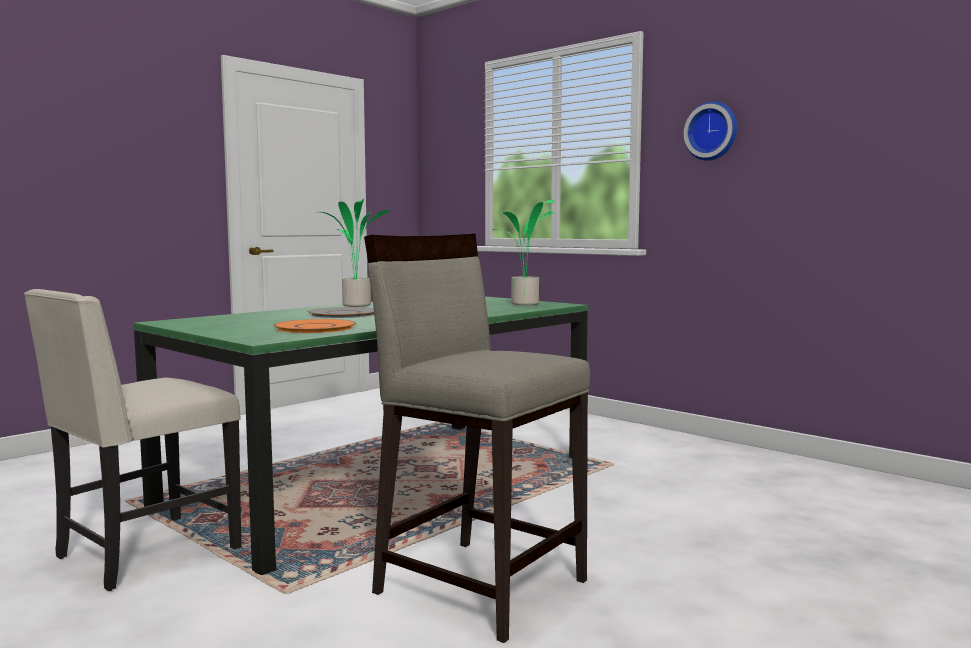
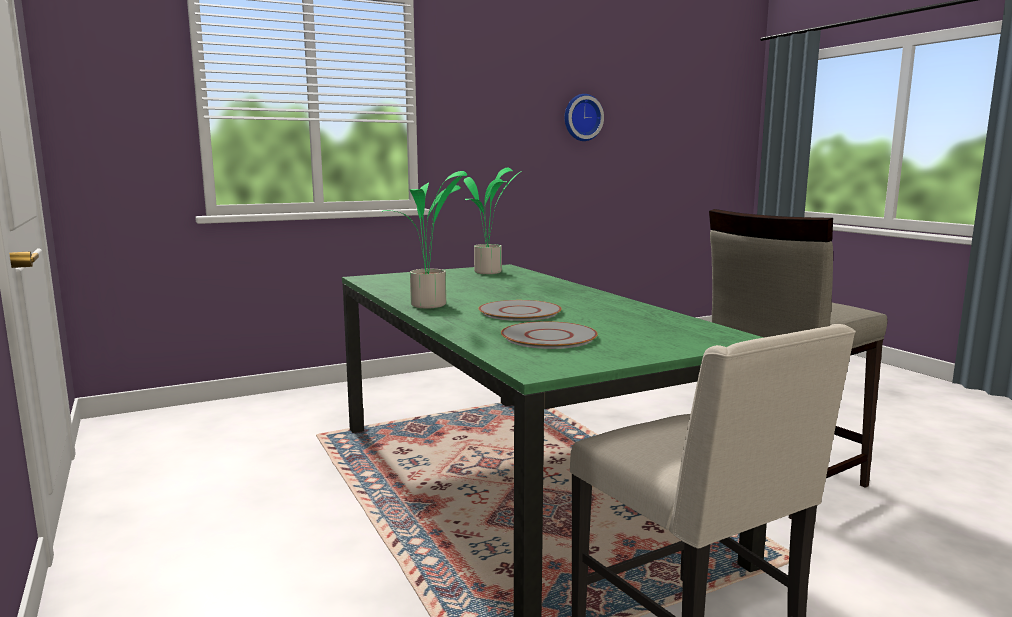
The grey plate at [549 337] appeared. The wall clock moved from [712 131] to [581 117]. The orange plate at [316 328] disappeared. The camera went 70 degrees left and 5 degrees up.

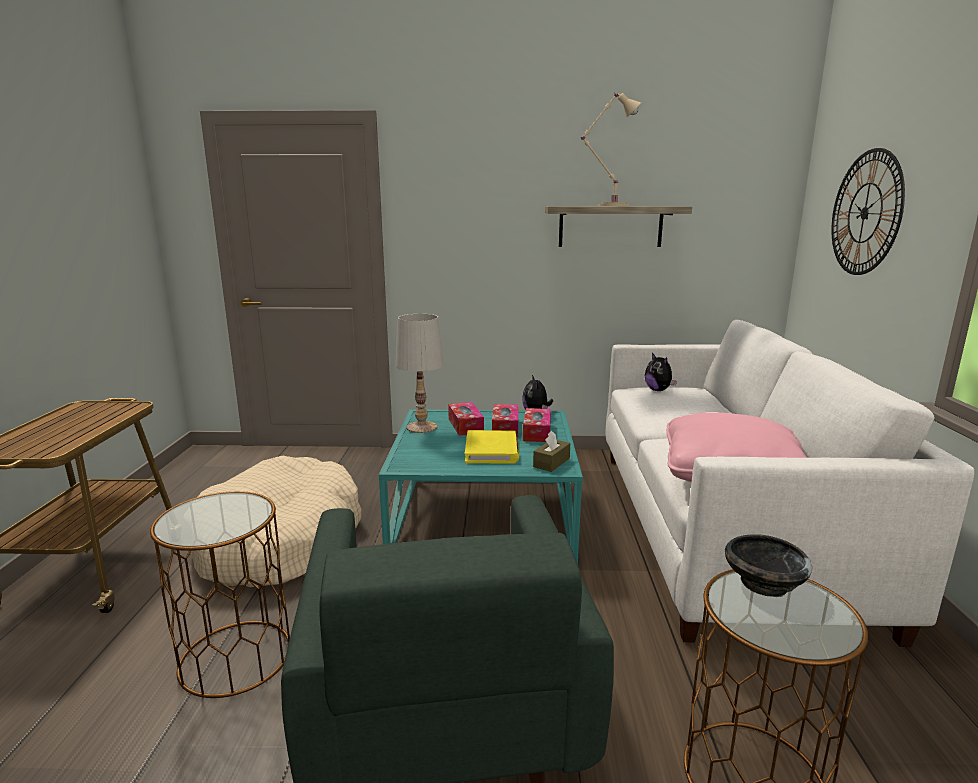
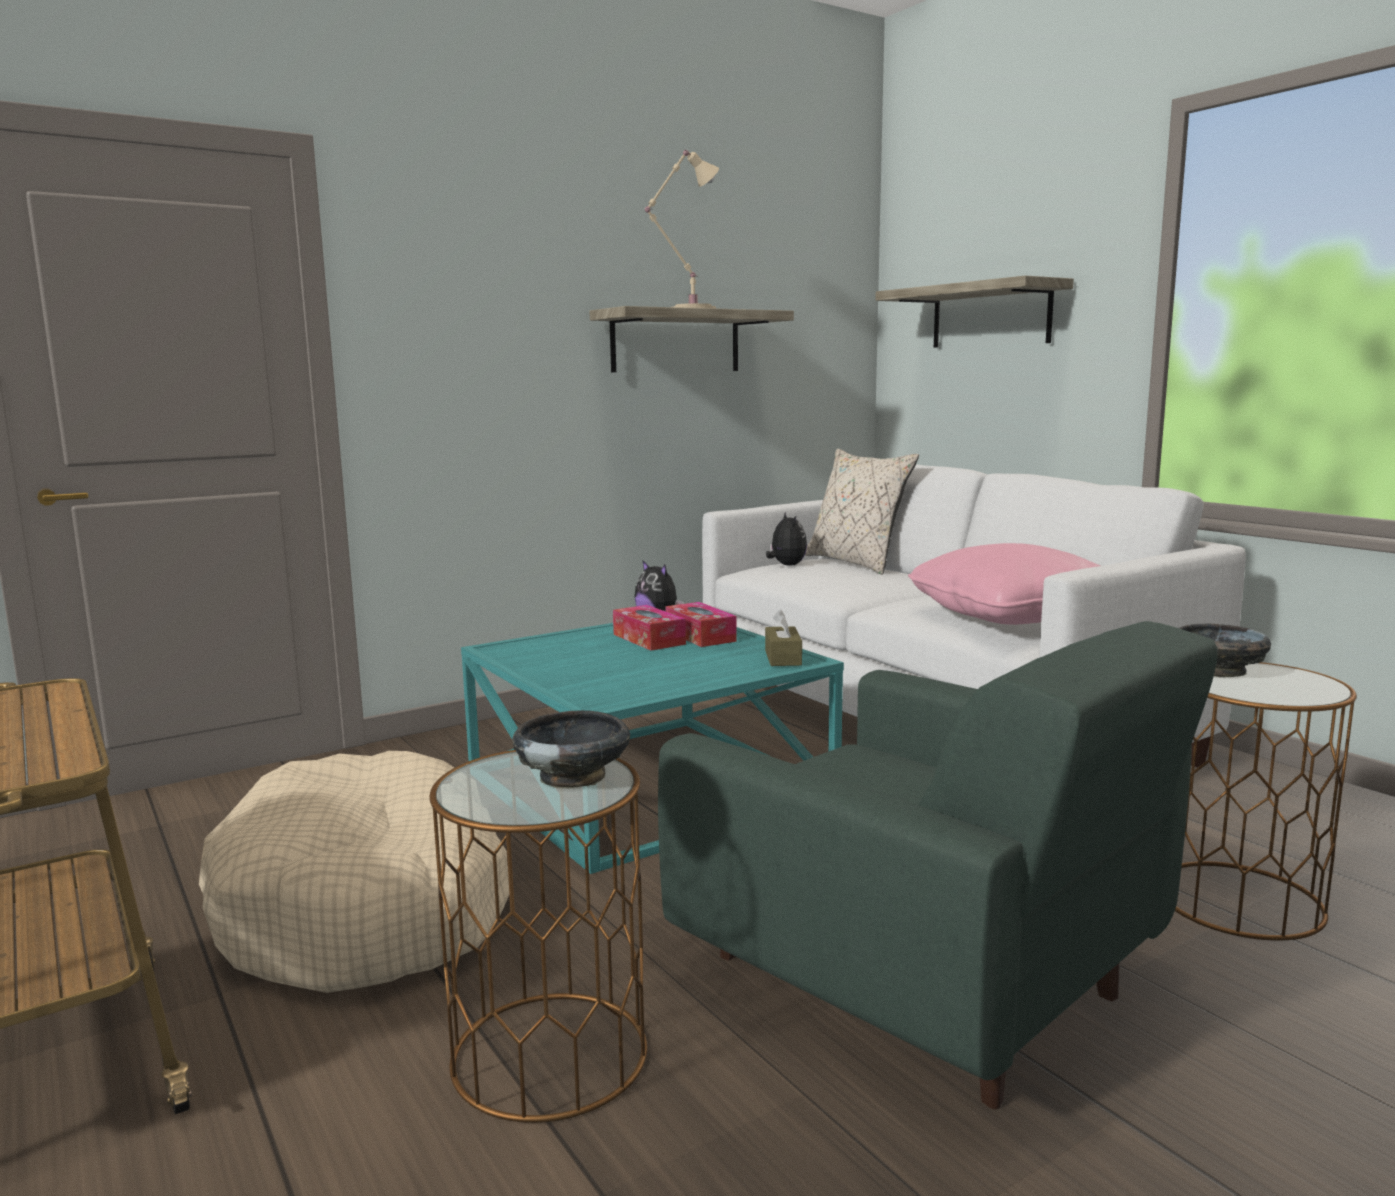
The black bowl at [574 776] appeared. The plush toy at [658 390] turned 135 degrees counterclockwise. The beige pillow at [857 563] appeared. The wall clock at [865 213] was replaced by the shelf at [990 316]. The white table lamp at [421 427] disappeared. The tissue box at [465 425] disappeared. The yellow book at [492 450] disappeared. The camera went 35 degrees left and 5 degrees down.

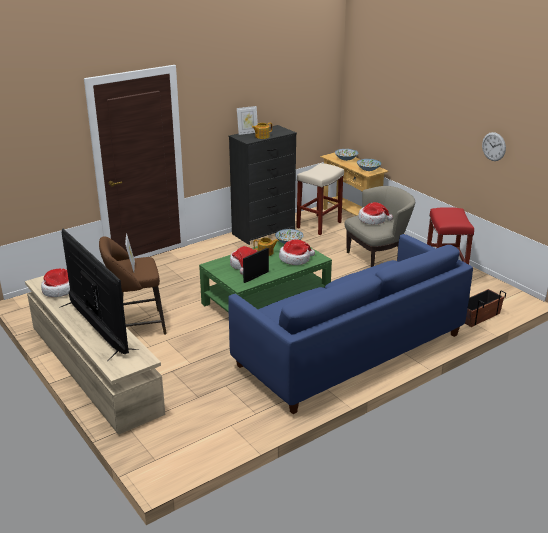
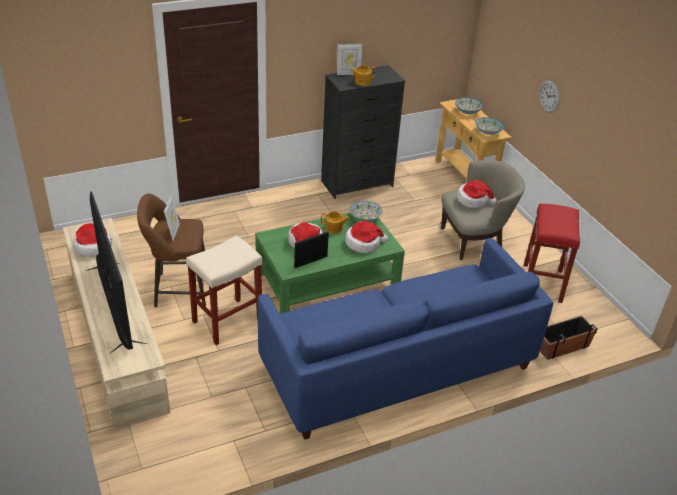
The beige stool moved from [319 224] to [228 320]. The wall clock moved from [493 146] to [549 96]. The camera went 10 degrees right and 10 degrees up.

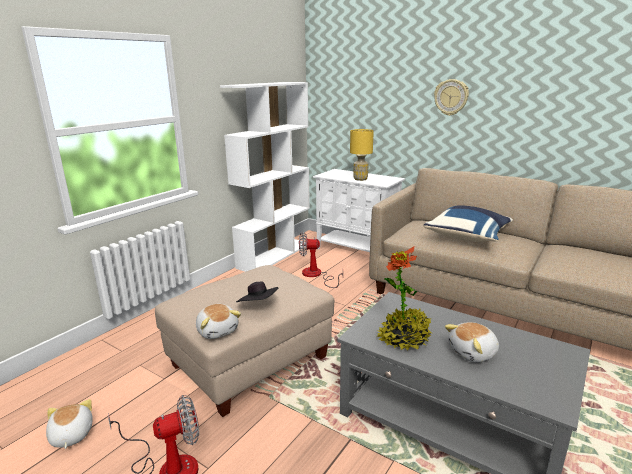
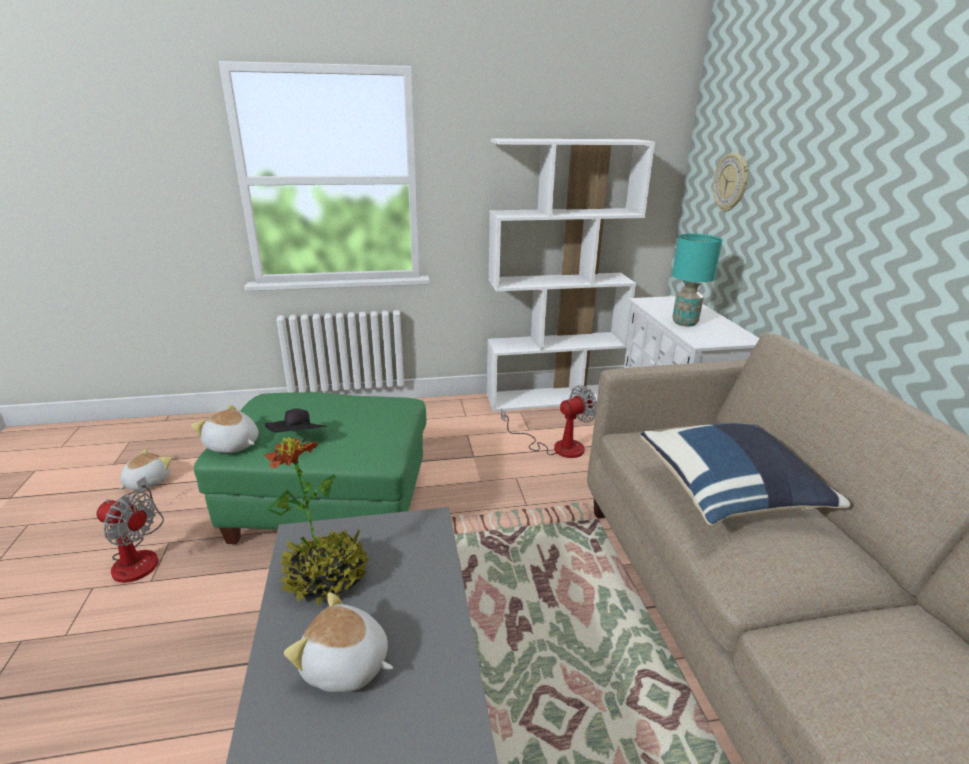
The plush toy at [218 330] turned 105 degrees clockwise. The beige ottoman at [250 362] became the green ottoman at [331 506]. The fan at [316 275] turned 105 degrees clockwise. The yellow table lamp at [360 179] became the turquoise table lamp at [684 322]. The wall clock moved from [451 97] to [731 182]. The camera went 45 degrees right and 5 degrees up.

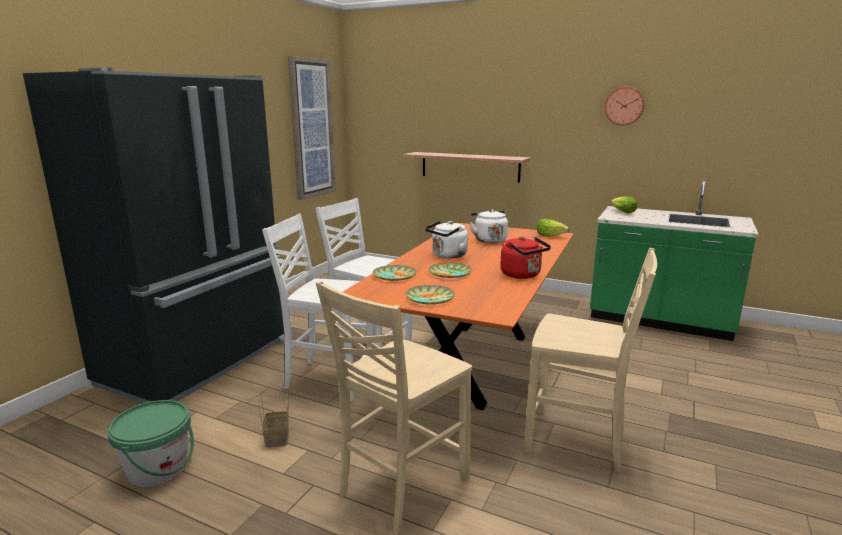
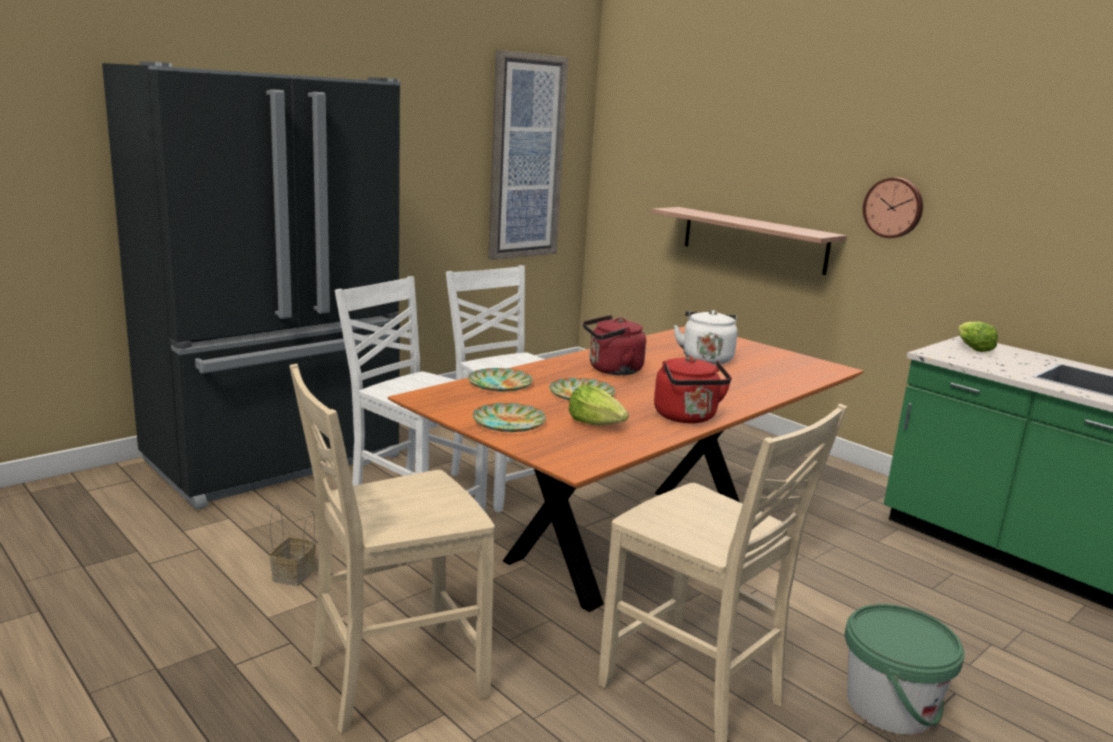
The lettuce moved from [550 236] to [596 423]. The white kettle at [448 256] became the red kettle at [612 370]. The green bucket moved from [158 467] to [890 706]. The wall clock moved from [624 106] to [894 207]. The camera went 20 degrees right and 0 degrees up.

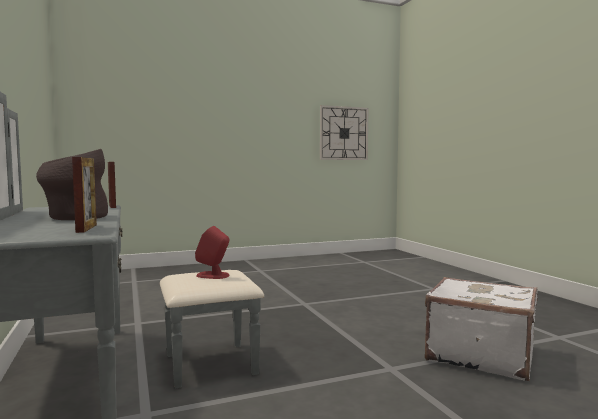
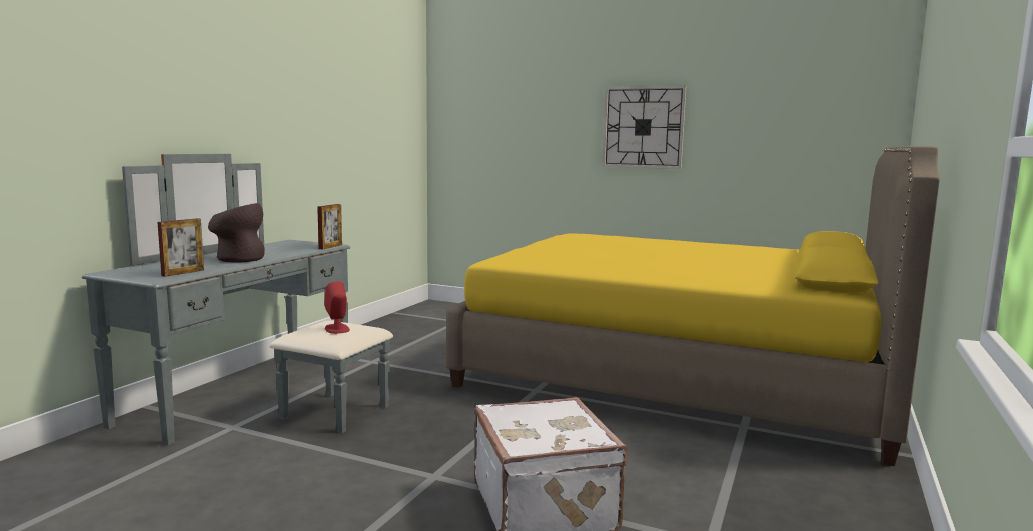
The yellow bed at [676 374] appeared. The wall clock moved from [343 133] to [643 127]. The camera went 45 degrees right and 5 degrees up.

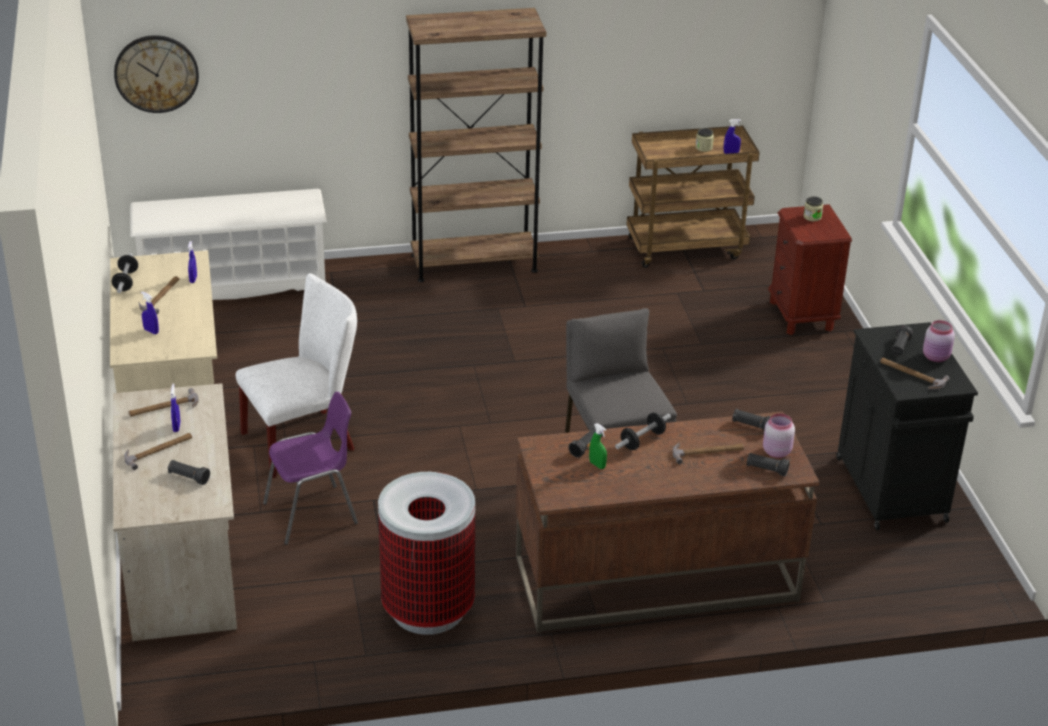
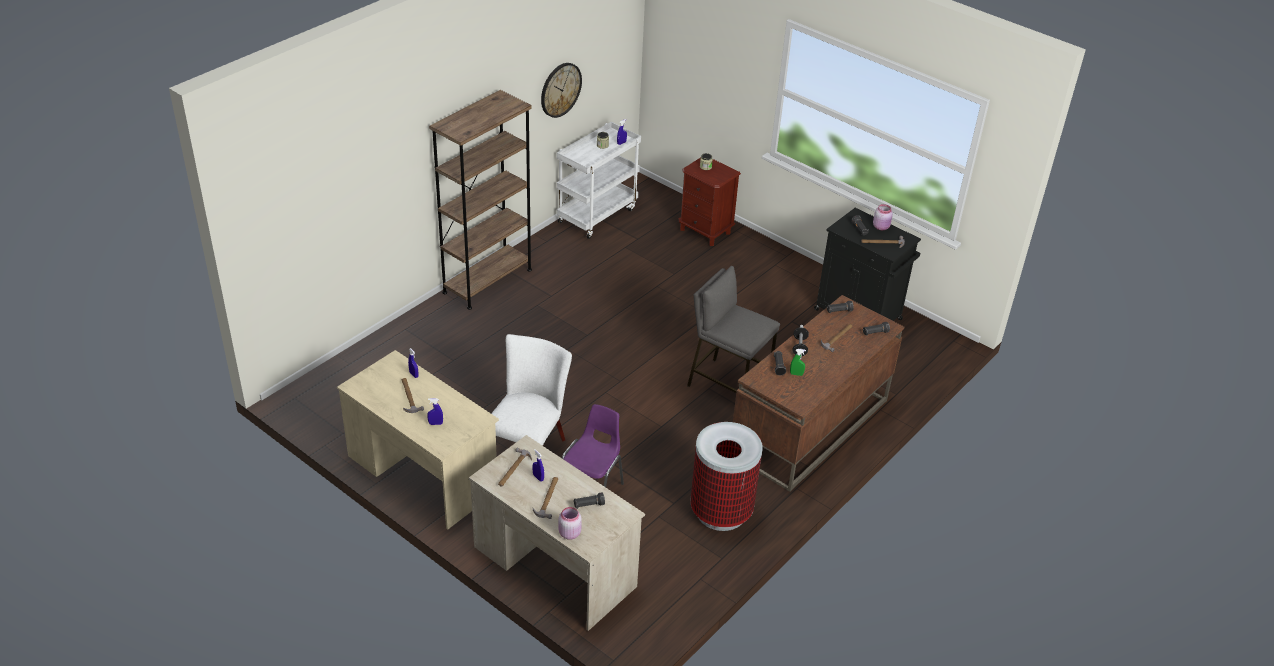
The wall clock moved from [156 73] to [560 89]. The brown cart at [686 247] became the white cart at [597 215]. The pink jar moved from [776 451] to [569 533]. The dumbbell at [126 281] disappeared. The white shoe rack at [234 285] disappeared. The camera went 40 degrees left and 5 degrees up.

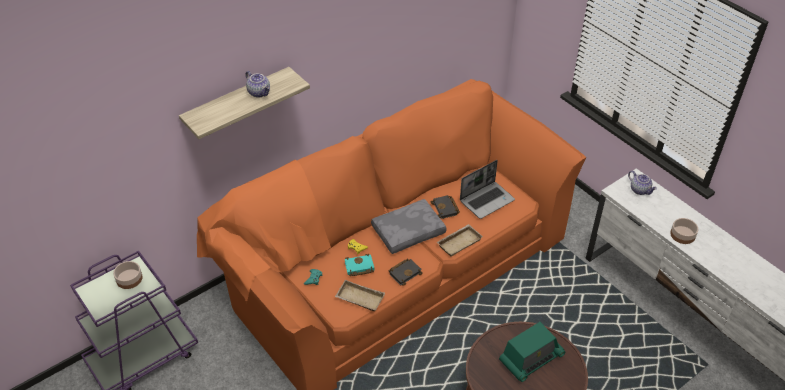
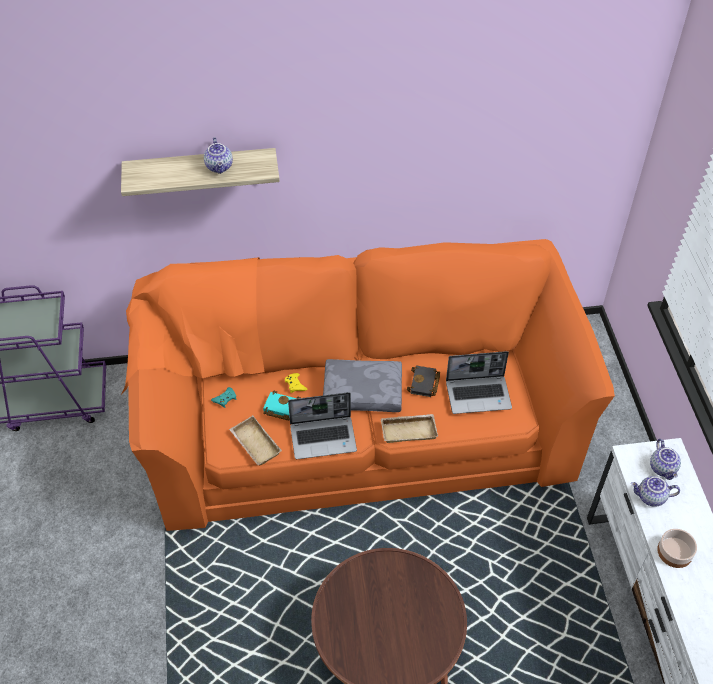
The black book at [405 272] was replaced by the laptop at [324 437]. The teapot at [650 497] appeared. The bowl at [129 278] disappeared. The radio at [531 358] disappeared. The camera went 30 degrees right and 5 degrees up.

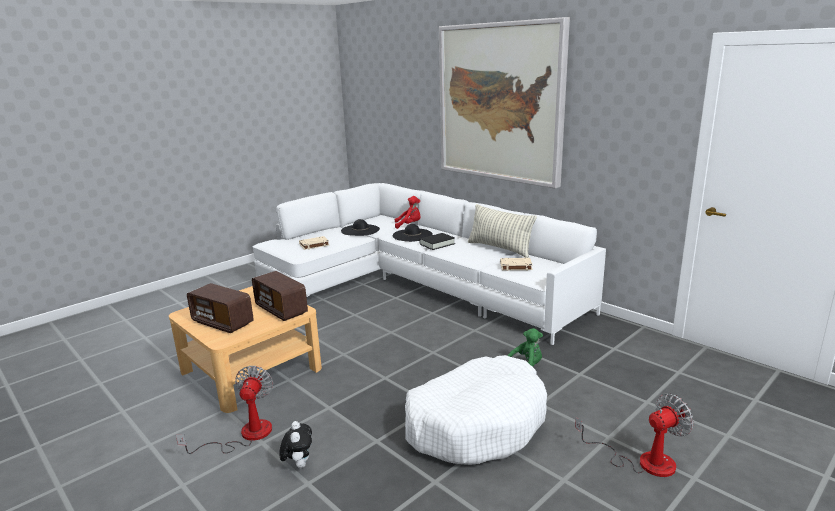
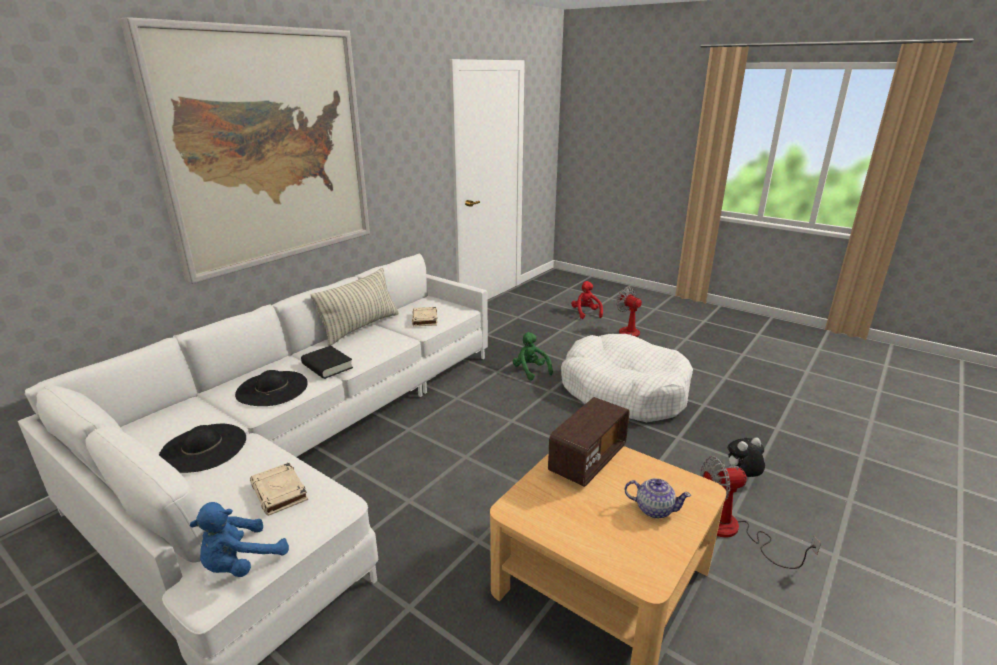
The blue plush toy at [241 563] appeared. The red plush toy moved from [409 225] to [586 313]. The radio at [223 323] was replaced by the teapot at [654 509]. The camera went 100 degrees left and 5 degrees up.

